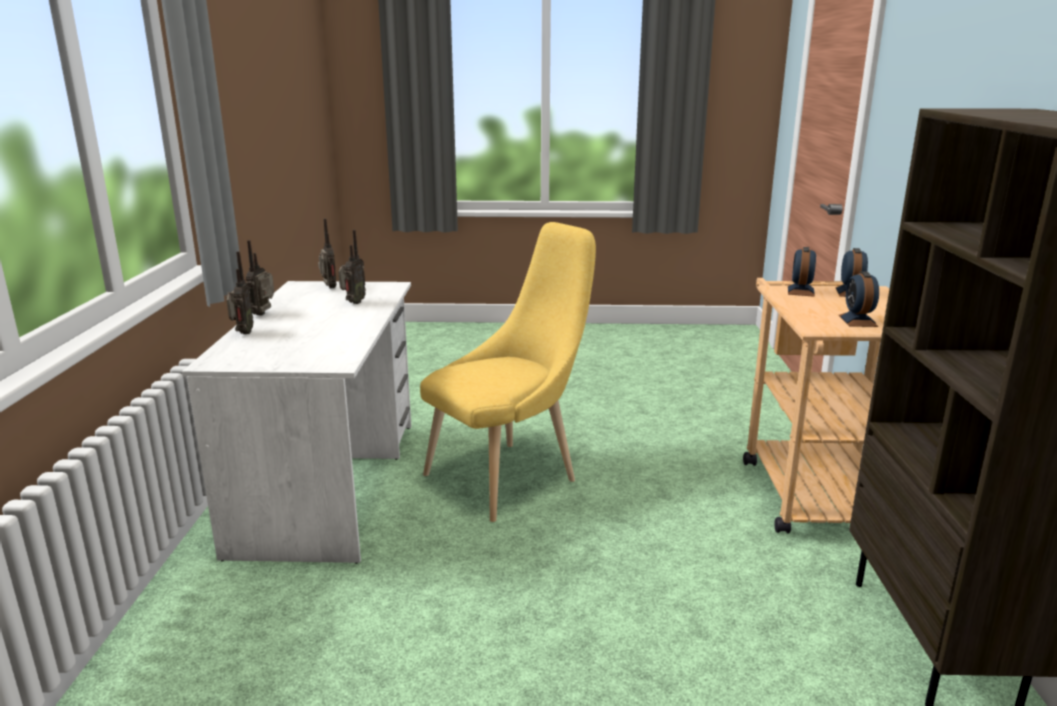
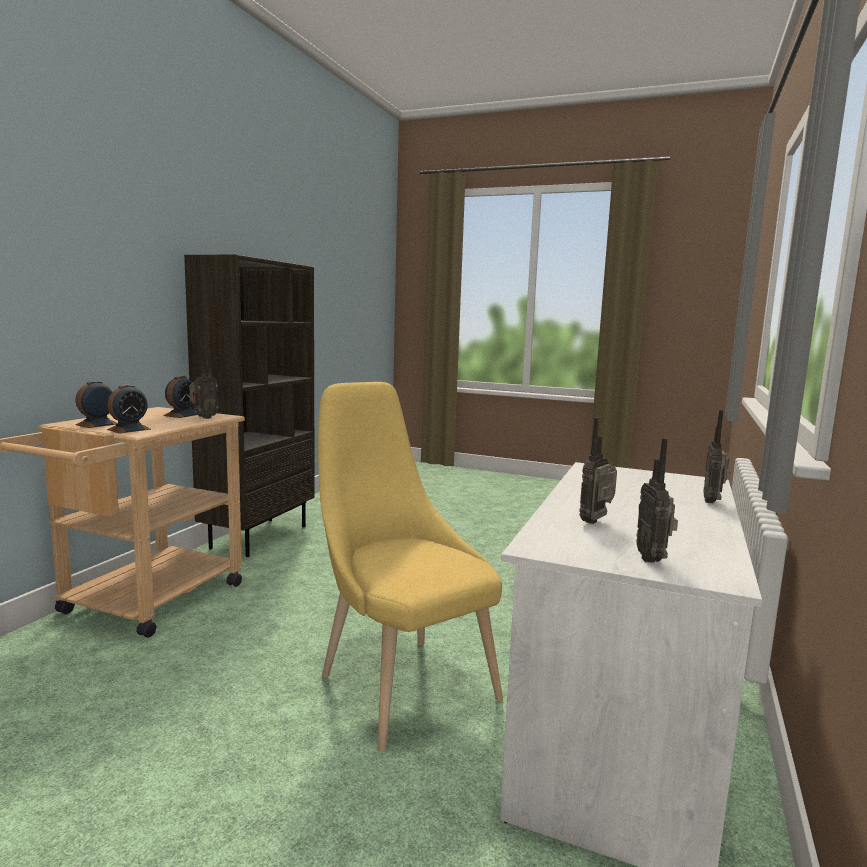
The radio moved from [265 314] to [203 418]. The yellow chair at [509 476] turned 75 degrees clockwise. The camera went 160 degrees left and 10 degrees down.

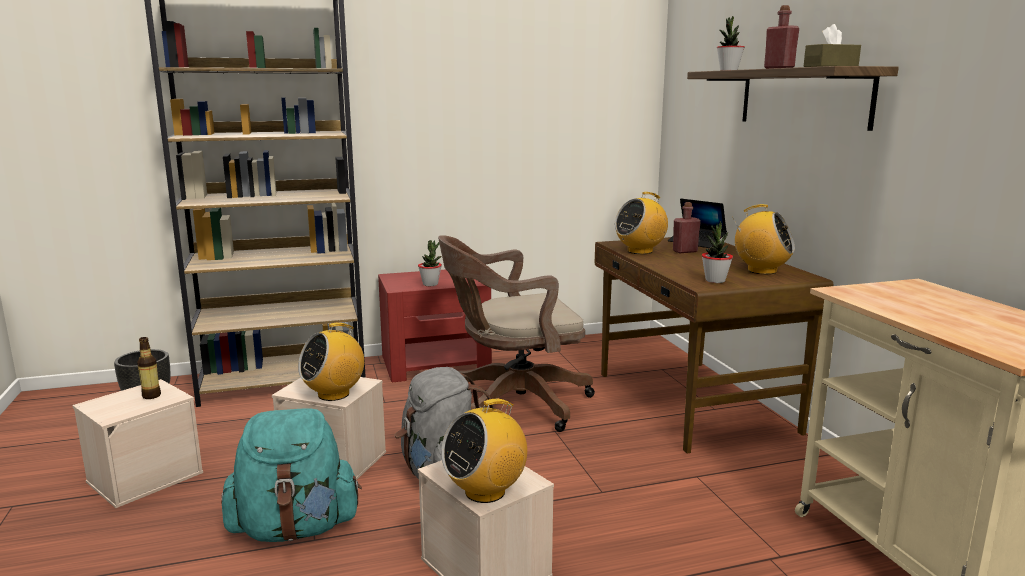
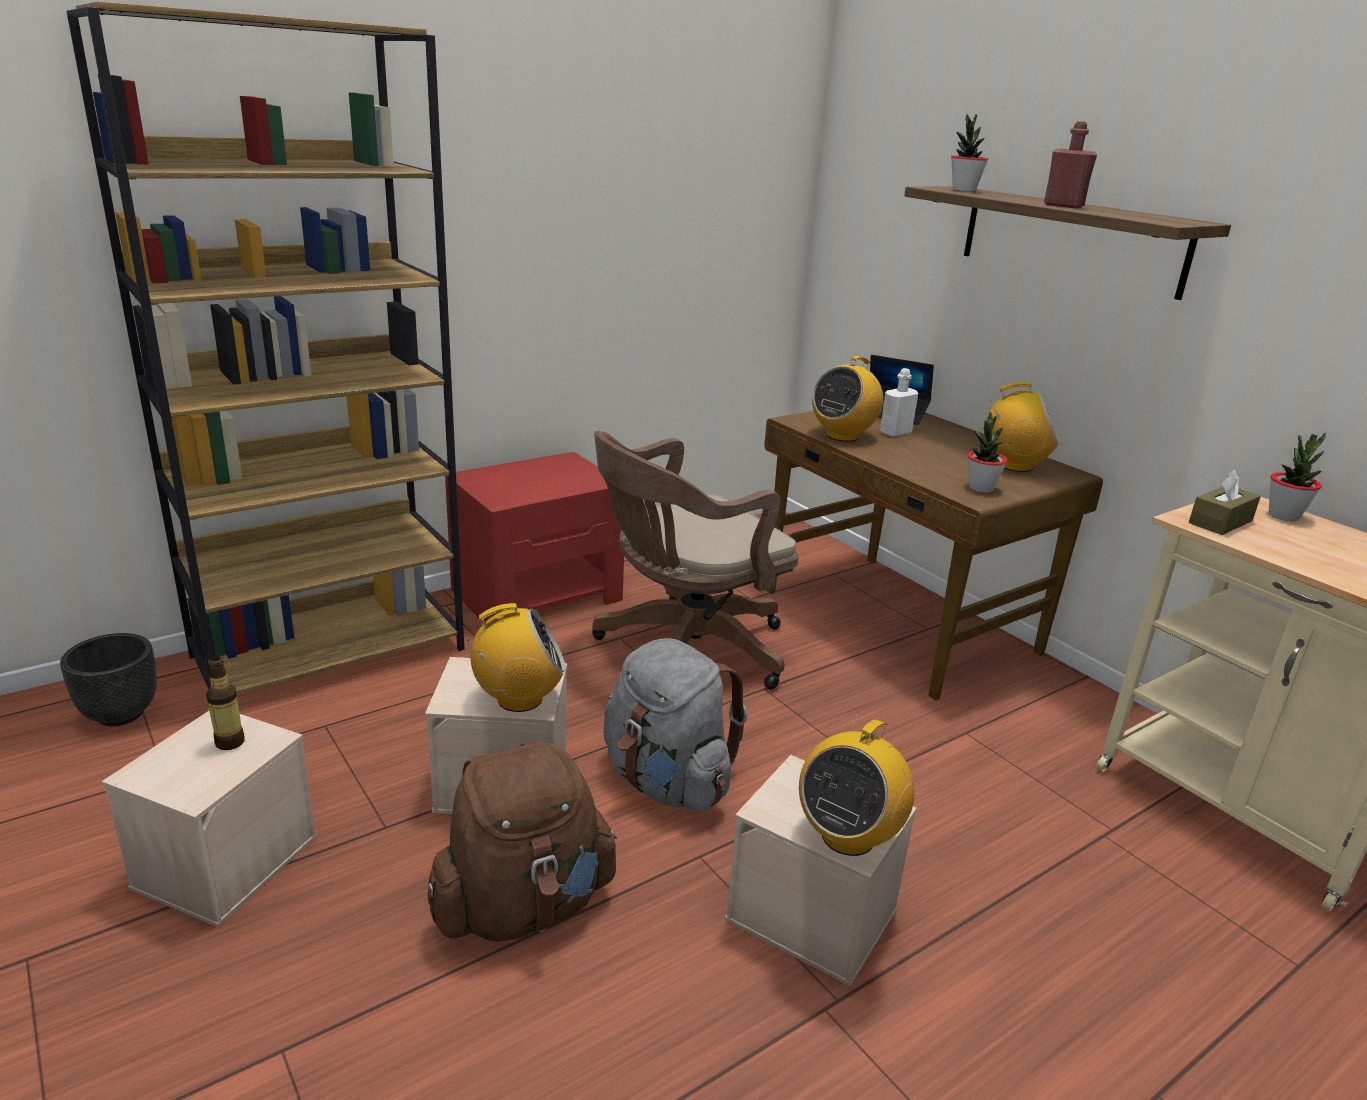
The turquoise backpack at [295 528] became the brown backpack at [524 906]. The radio at [334 394] turned 135 degrees counterclockwise. The red bottle at [685 251] became the white bottle at [895 433]. The brown tissue box moved from [830 66] to [1220 522]. The potted plant moved from [430 284] to [1283 516]. The camera went 20 degrees left and 10 degrees up.

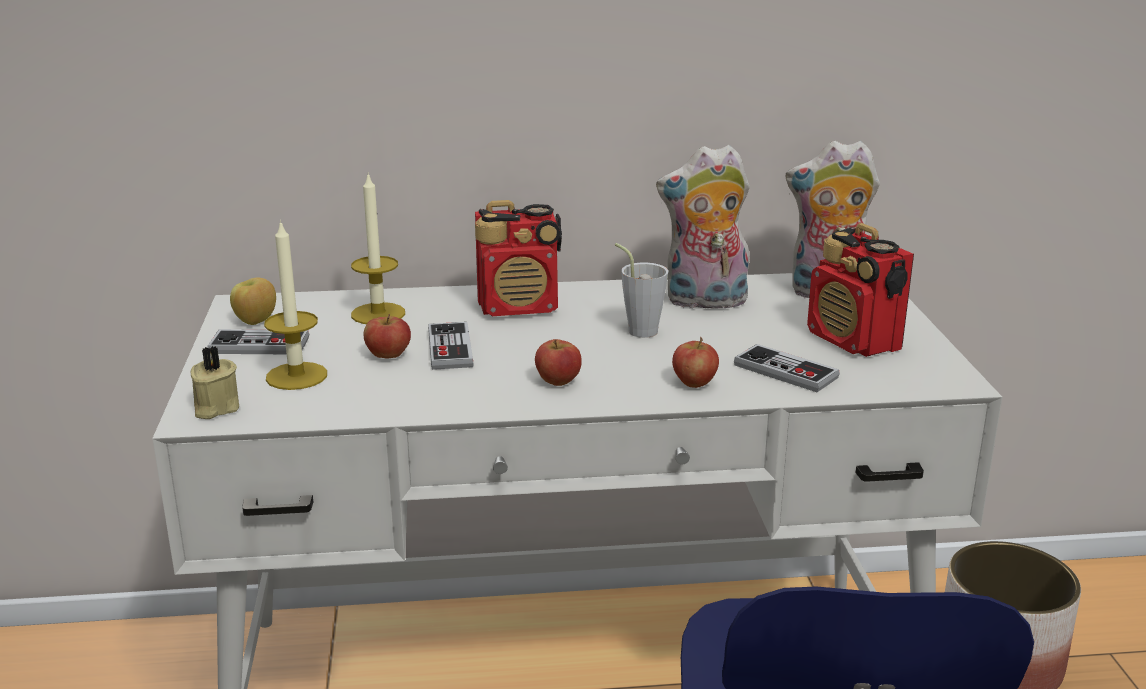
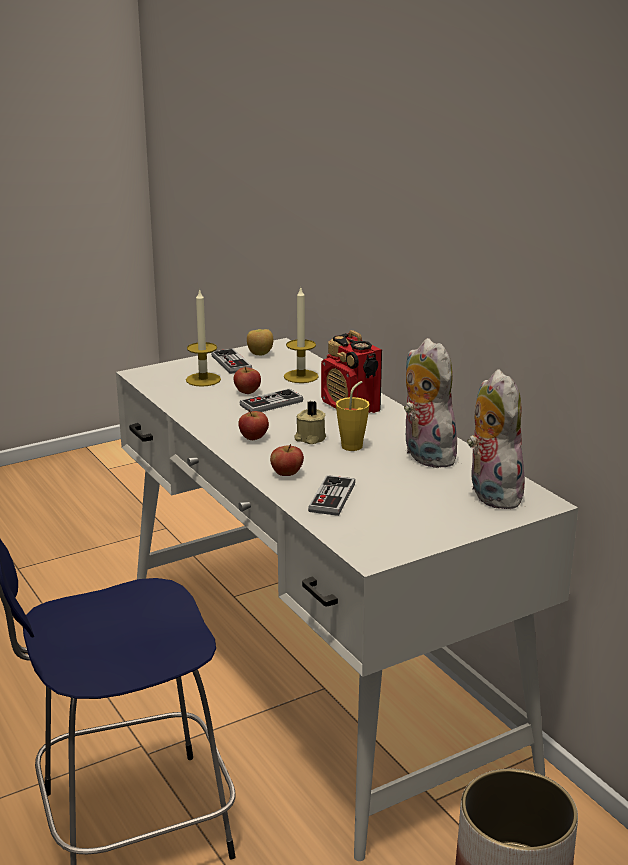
The beige candle moved from [215 408] to [310 438]. The grey cup at [639 329] became the yellow cup at [354 444]. The radio at [854 341] disappeared. The camera went 65 degrees right and 0 degrees up.

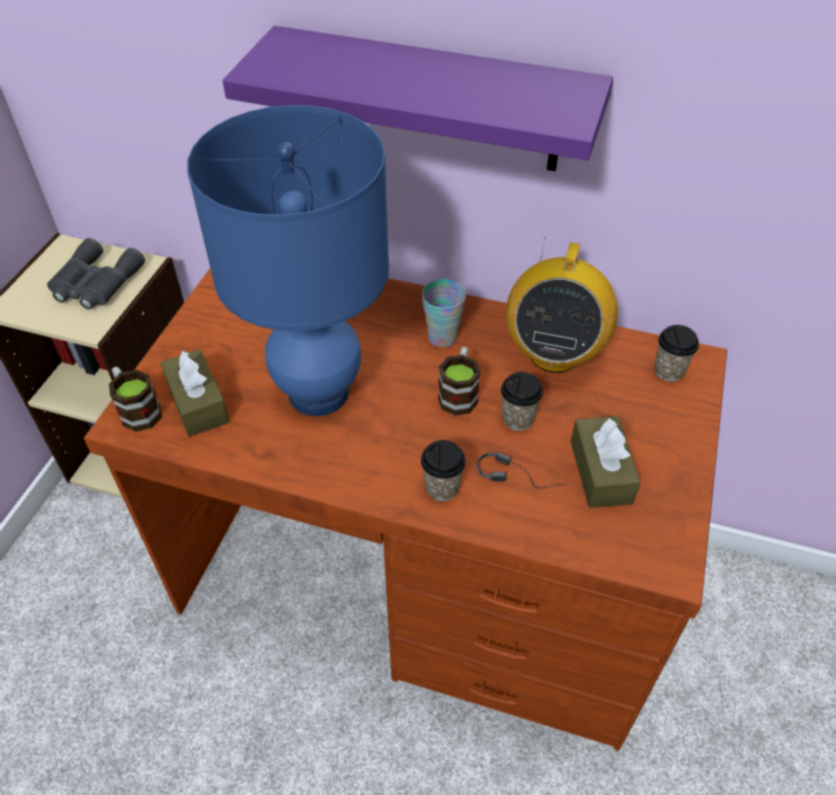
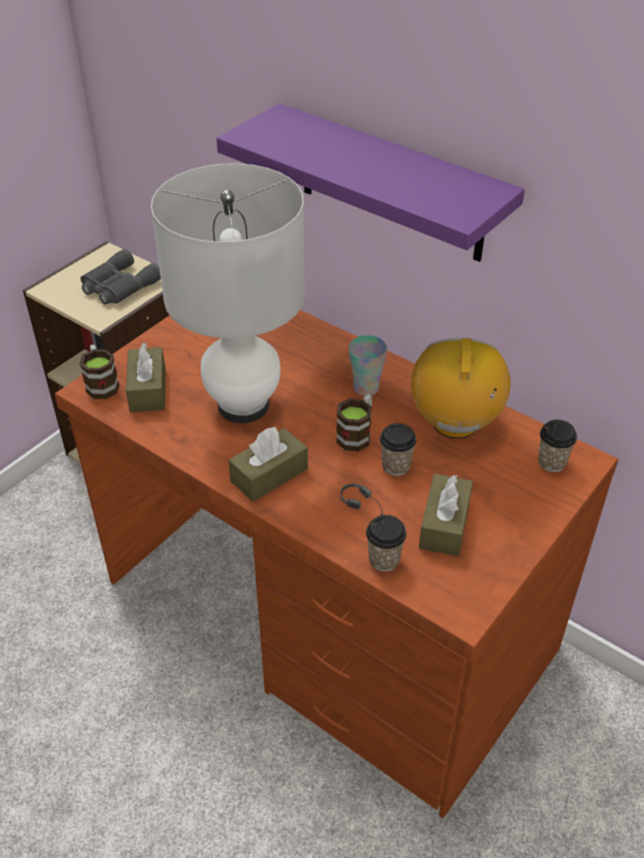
The blue table lamp at [318 393] became the white table lamp at [243 405]. The brown tissue box at [269 475] appeared. The cup moved from [442 487] to [384 559]. The radio at [553 353] turned 150 degrees clockwise. The camera went 20 degrees right and 5 degrees down.

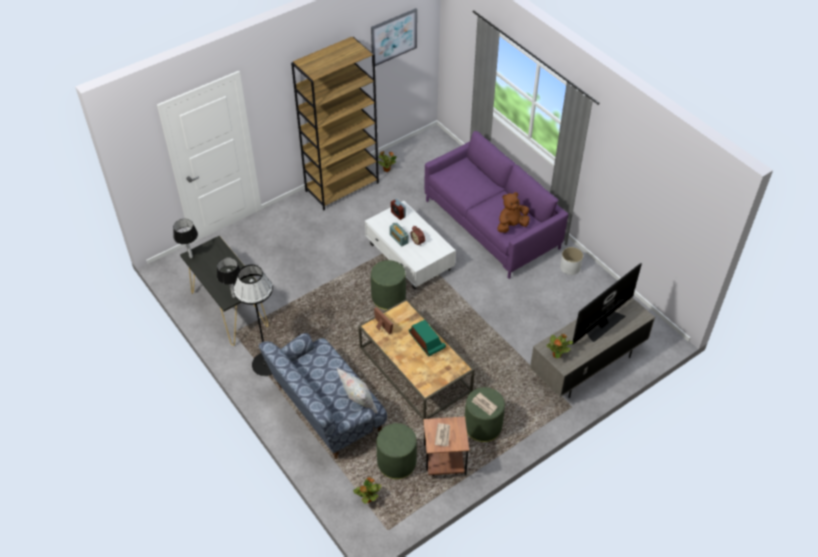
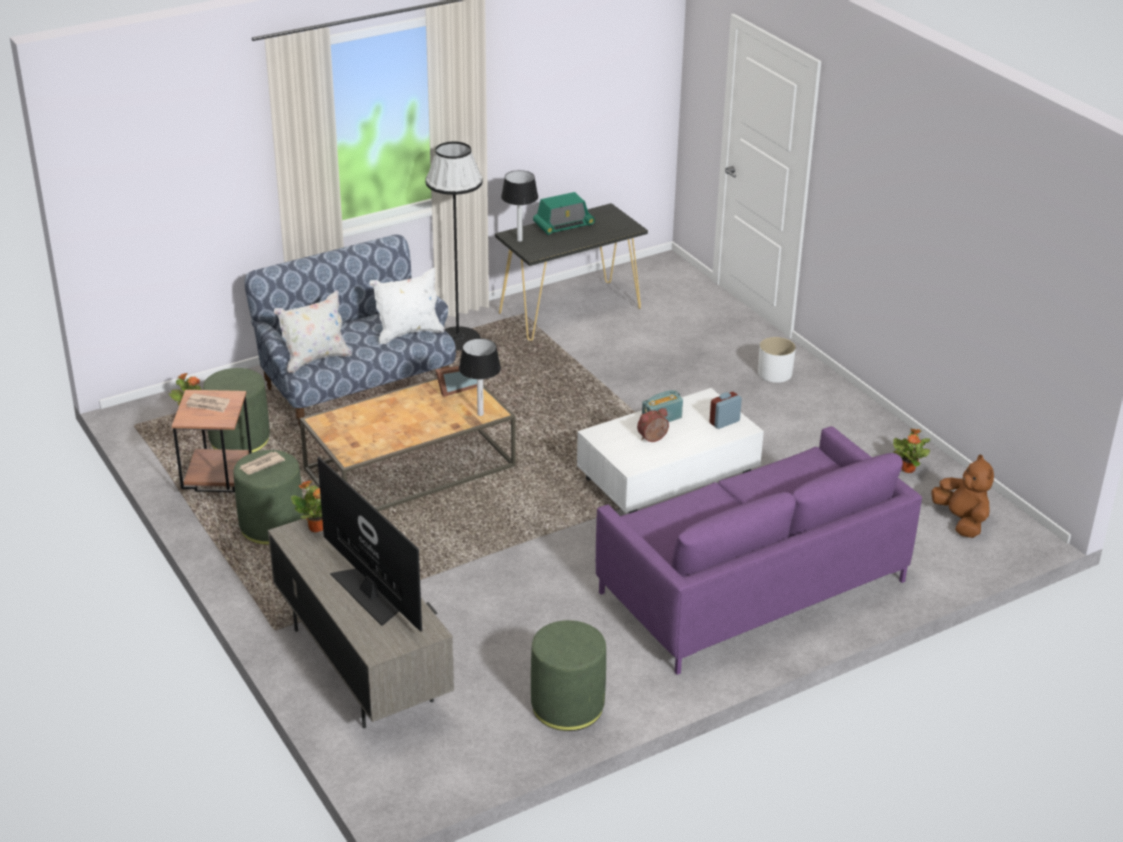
The white pillow at [408 333] appeared. The table lamp moved from [191 257] to [480 414]. The green ottoman moved from [388 297] to [567 706]. The radio moved from [426 341] to [563 225]. The white planter moved from [570 267] to [774 373]. The brown plush toy moved from [511 225] to [961 521]. The brown bookcase at [342 187] disappeared. The picture at [393 37] disappeared. The camera went 95 degrees right and 15 degrees down.

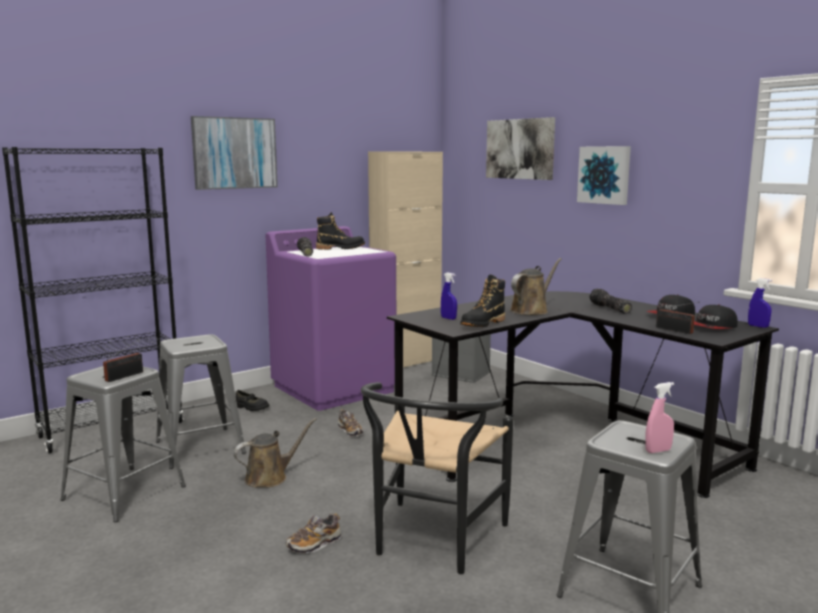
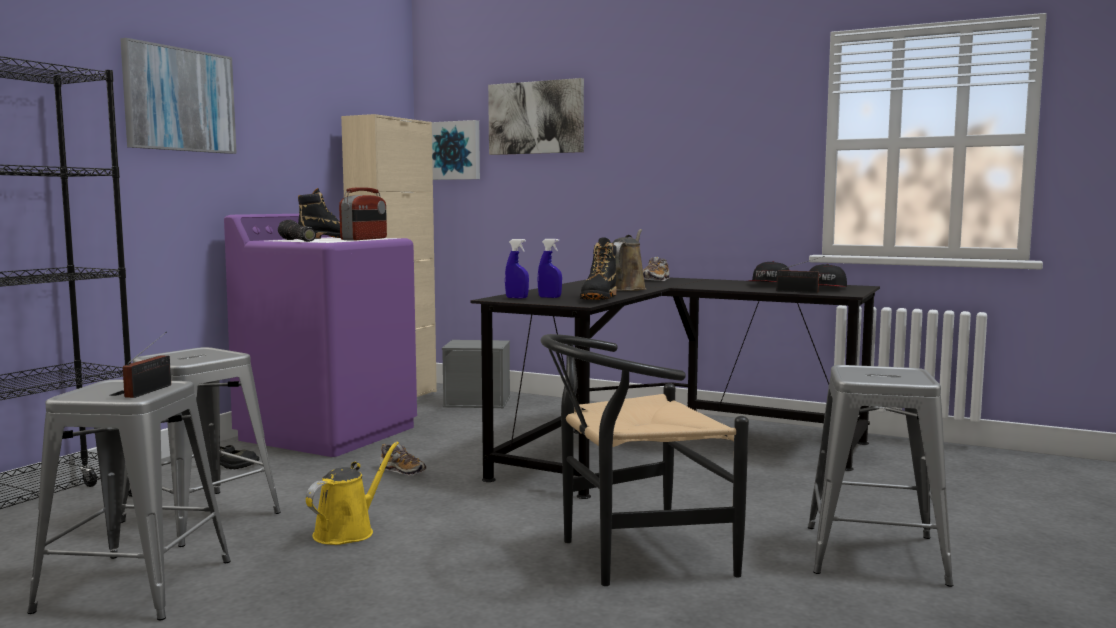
The brown watering can at [270 477] became the yellow watering can at [348 531]. The radio at [364 239] appeared. The picture moved from [604 175] to [455 150]. The blue spray bottle moved from [758 326] to [516 298]. The black chair at [432 542] turned 75 degrees clockwise. The shoe moved from [314 544] to [656 280]. The flashlight at [609 309] disappeared. The pink spray bottle at [658 451] disappeared. The camera went 25 degrees left and 5 degrees down.

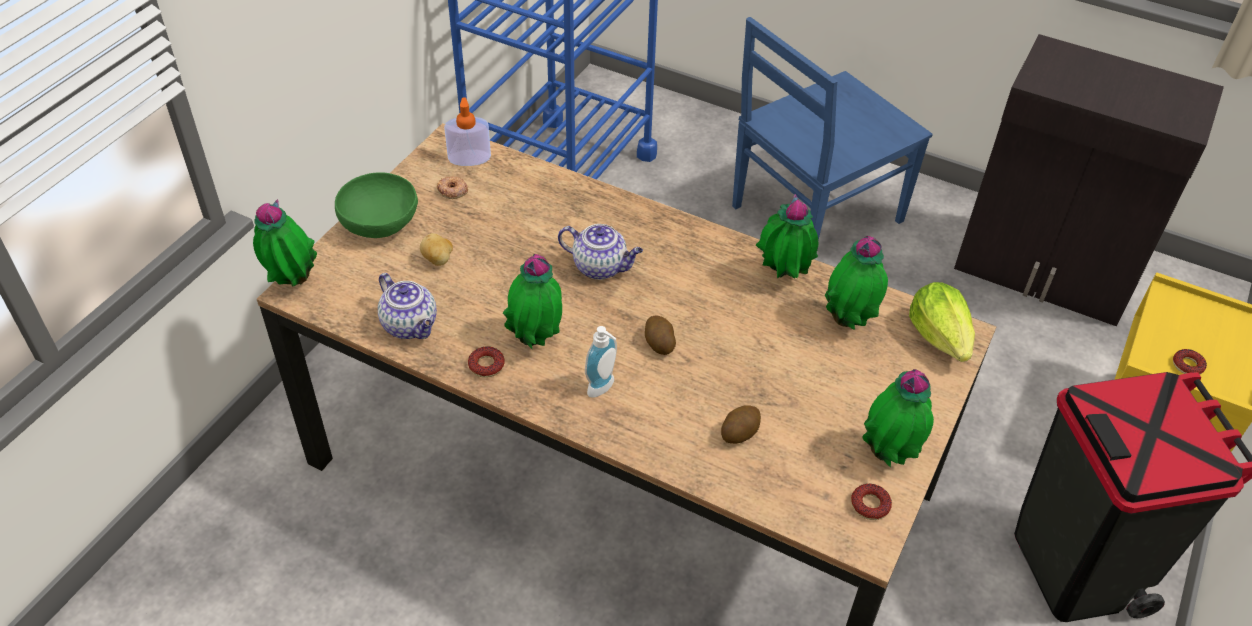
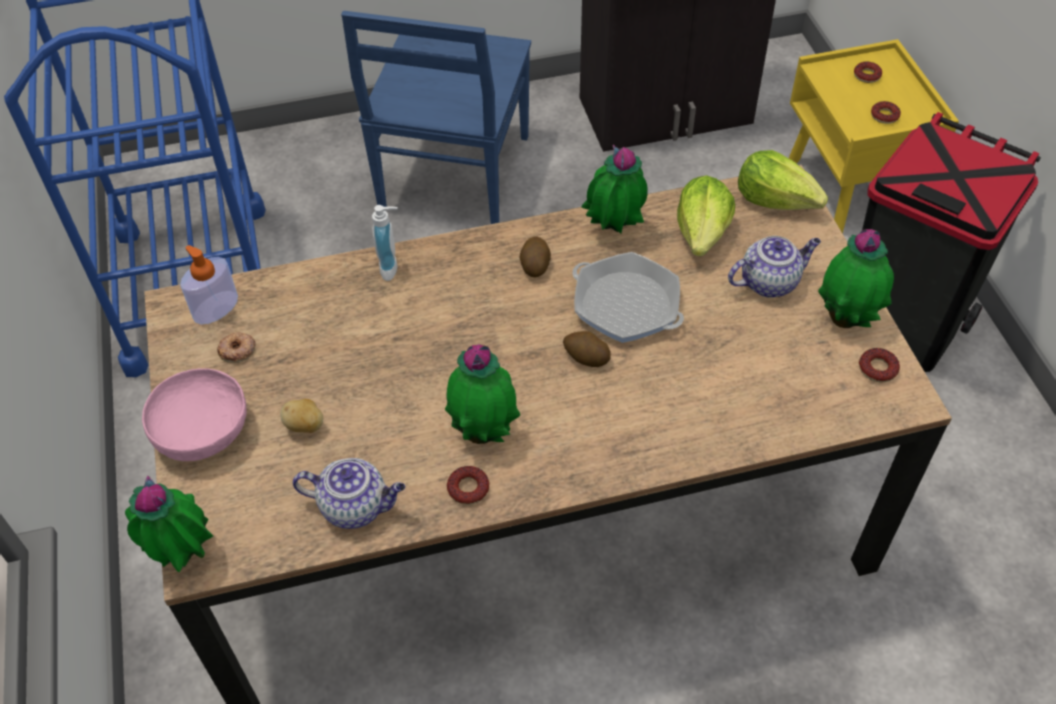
The green bowl at [380 223] became the pink bowl at [203 431]. The soap dispenser moved from [604 389] to [392 268]. The potato moved from [739 432] to [535 265]. The frying pan at [626 305] appeared. The potted plant at [849 322] was replaced by the lettuce at [702 233]. The teapot moved from [601 267] to [770 282]. The donut at [867 75] appeared. The camera went 40 degrees left and 5 degrees up.

